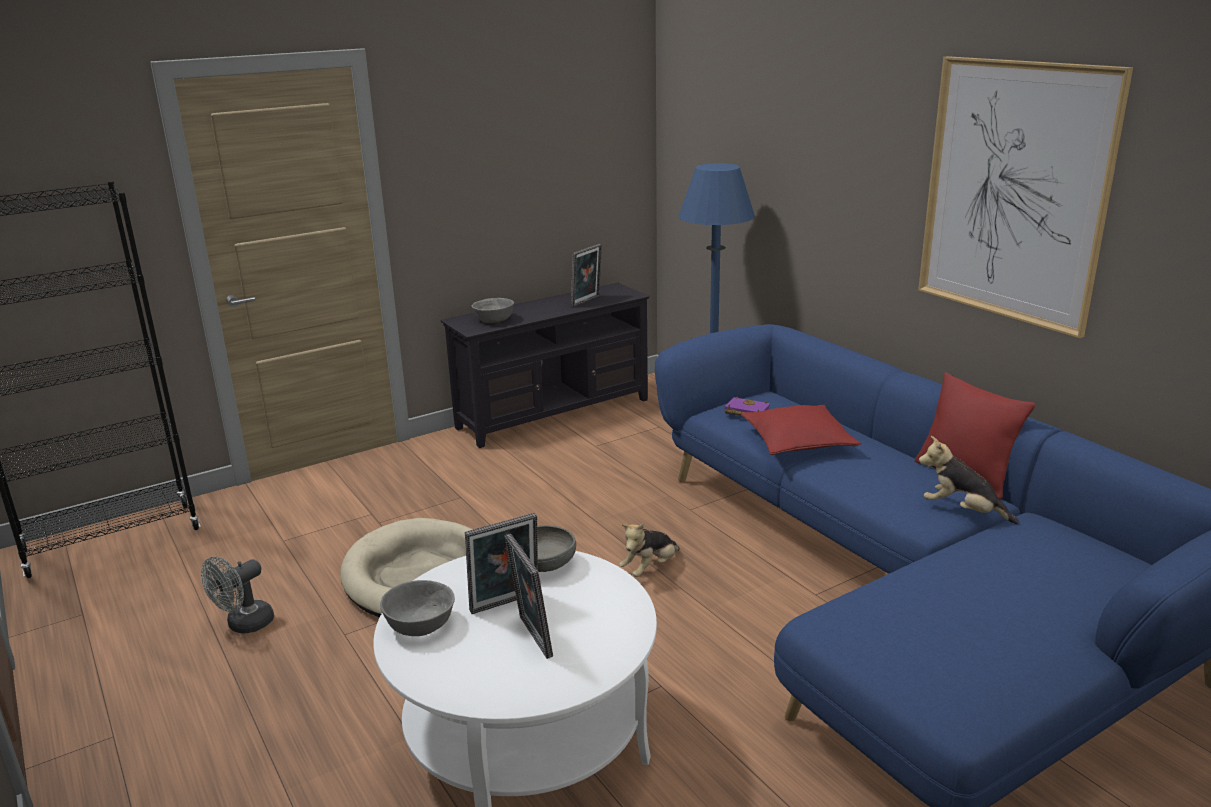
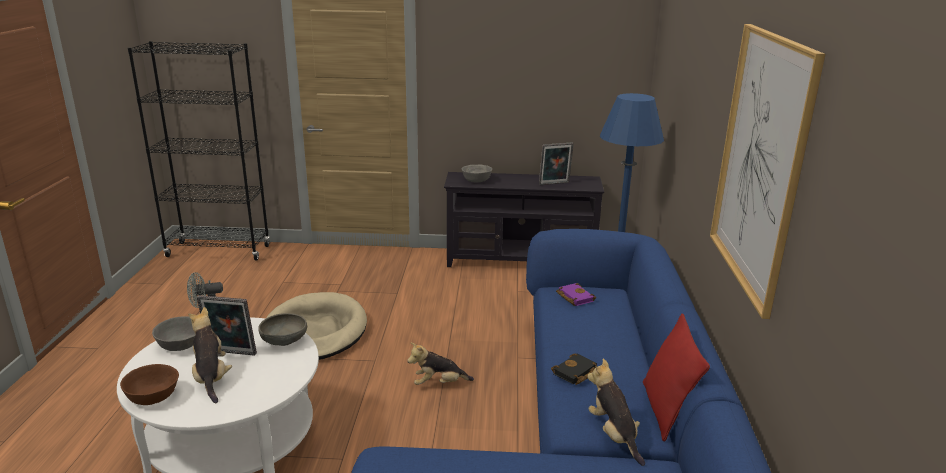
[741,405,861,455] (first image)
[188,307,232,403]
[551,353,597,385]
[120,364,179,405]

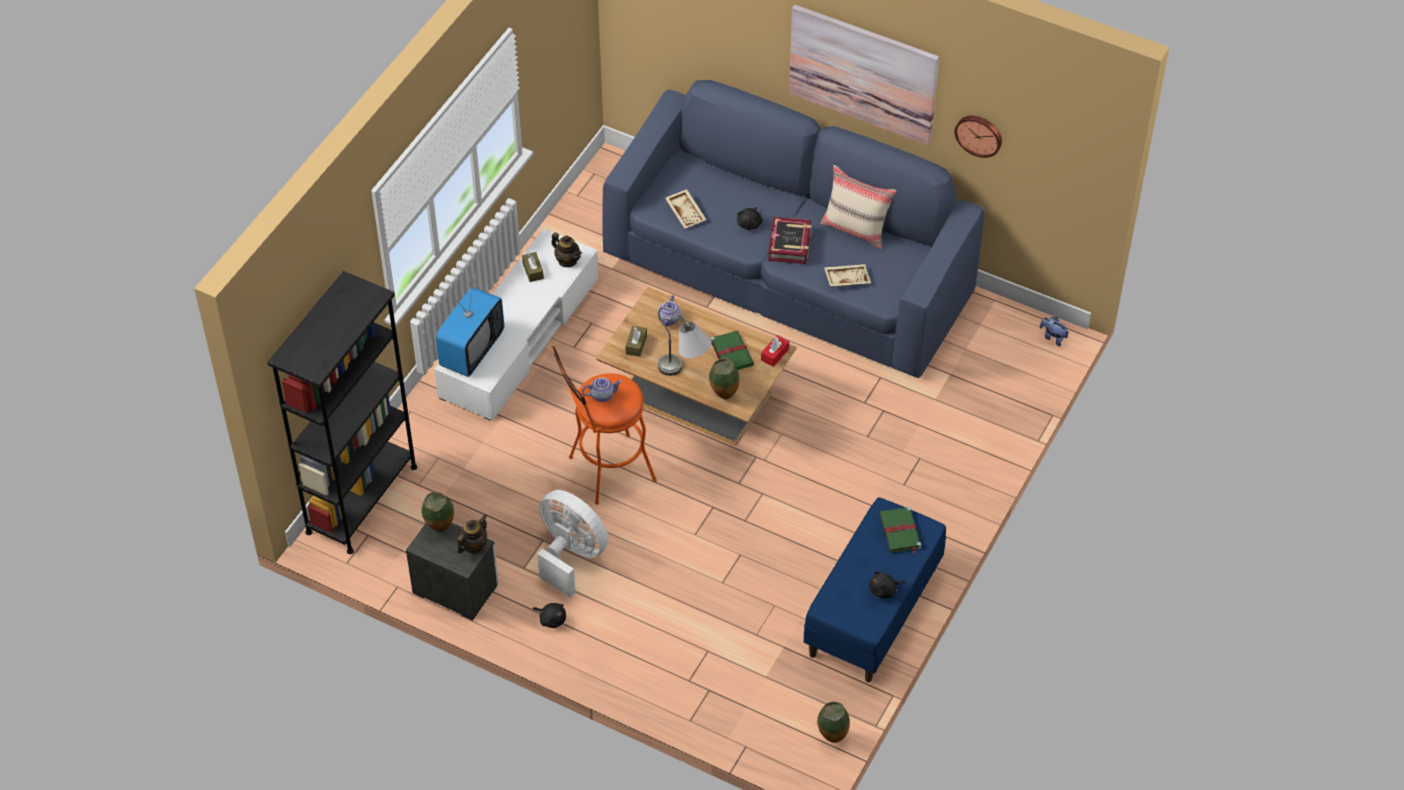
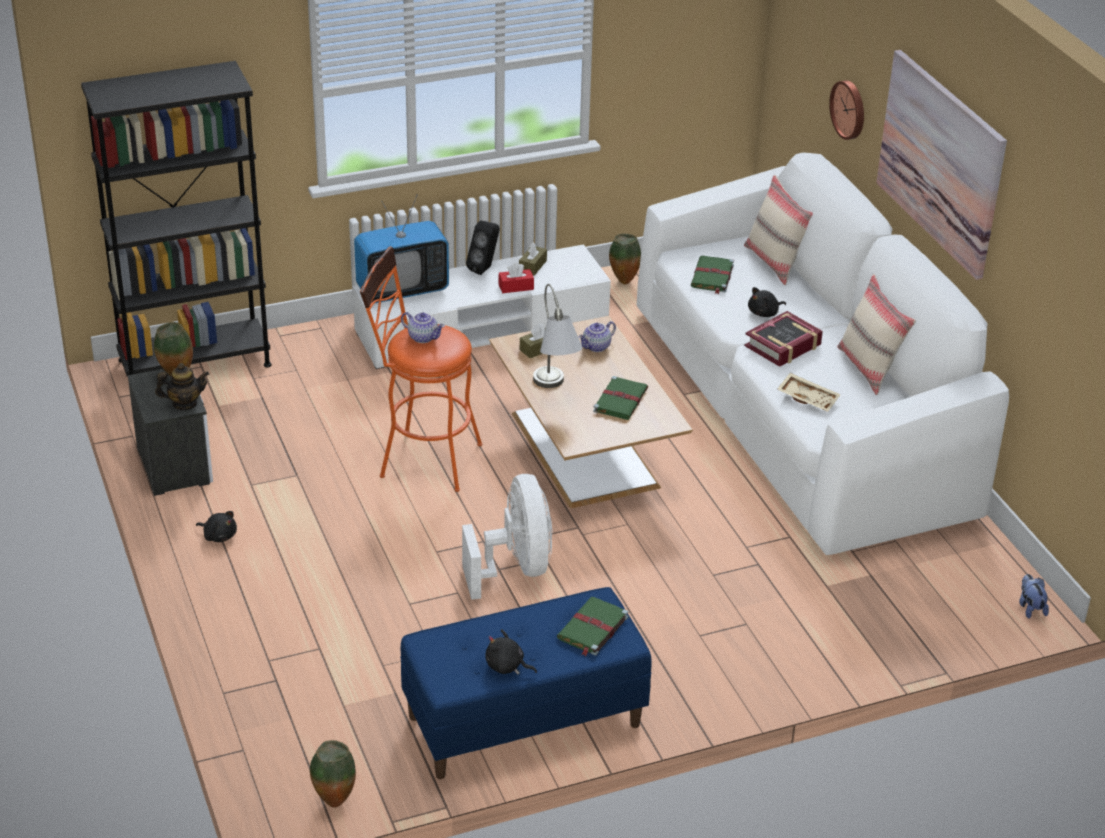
[636,153,1009,555]
[829,80,864,140]
[691,256,734,294]
[552,233,582,267] (first image)
[499,263,534,293]
[609,233,641,284]
[462,474,552,600]
[196,511,237,542]
[744,175,813,285]
[466,221,500,275]

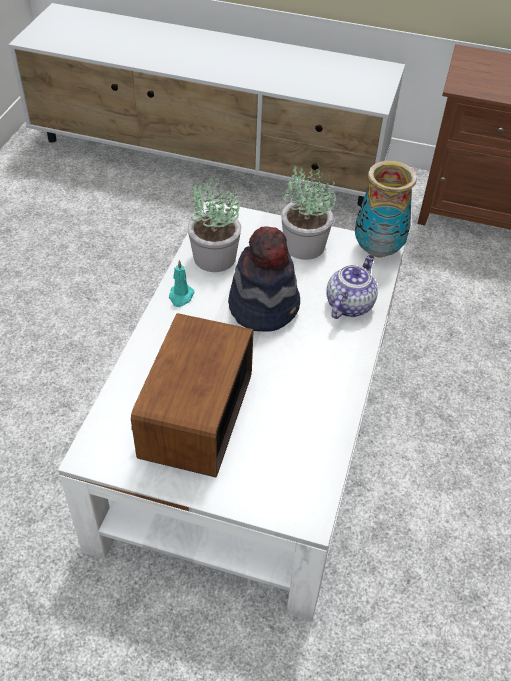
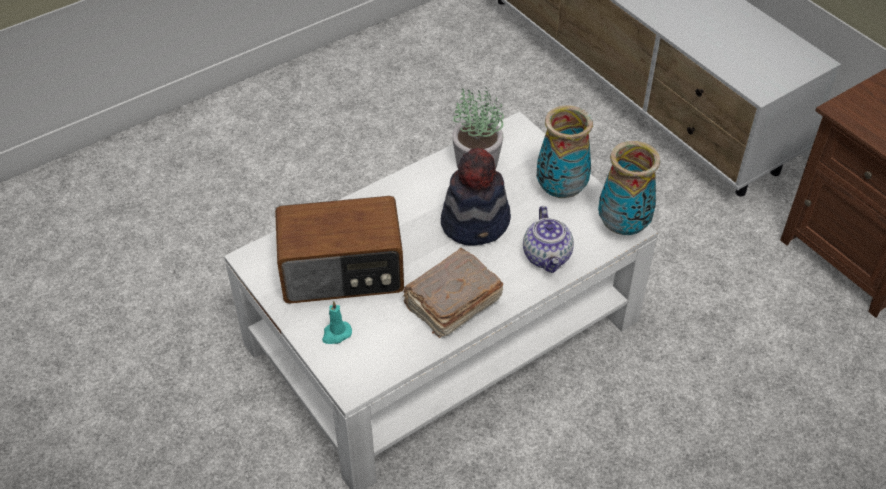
[537,105,593,198]
[523,206,574,273]
[322,301,352,344]
[275,196,404,303]
[403,248,503,338]

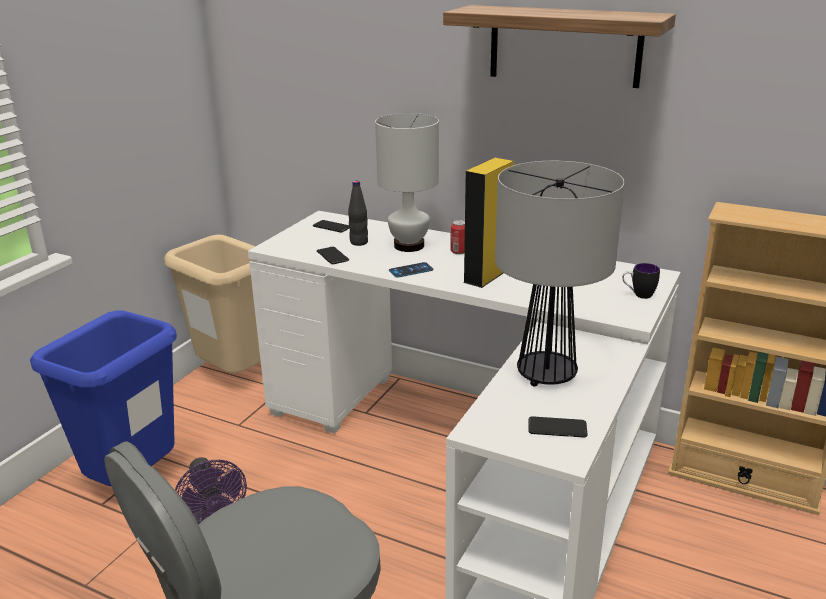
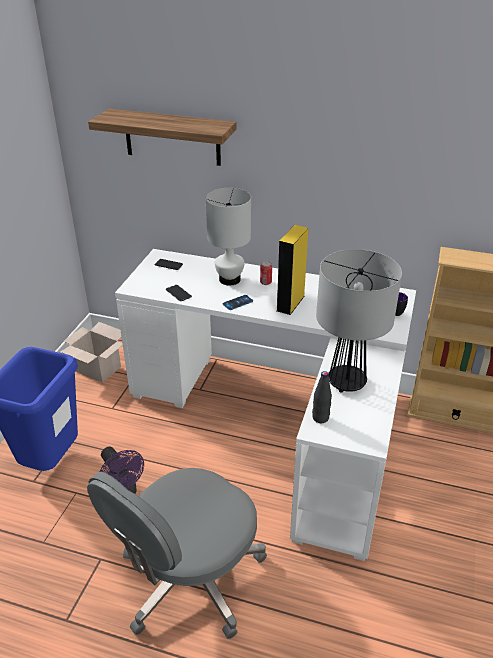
[88,109,237,166]
[312,371,332,423]
[61,322,123,383]
[528,416,588,438] (first image)

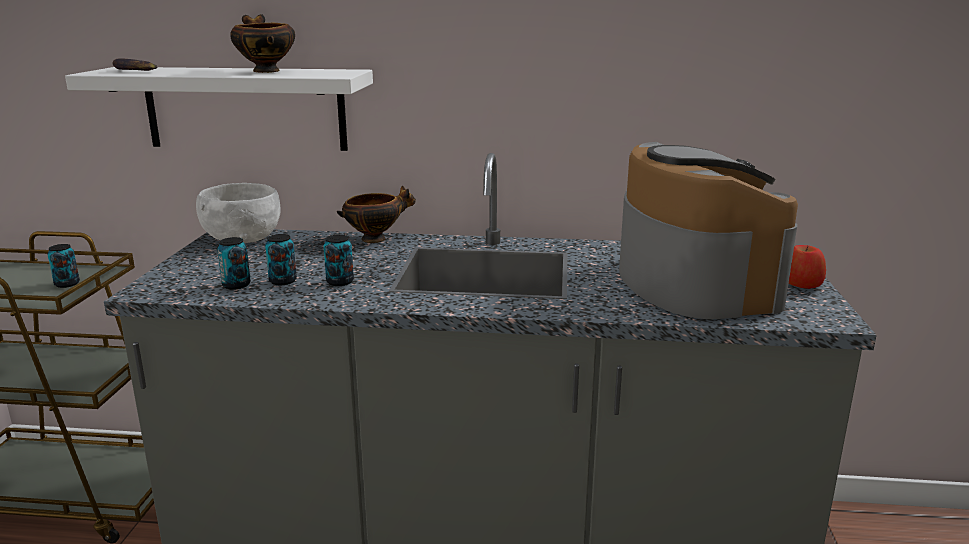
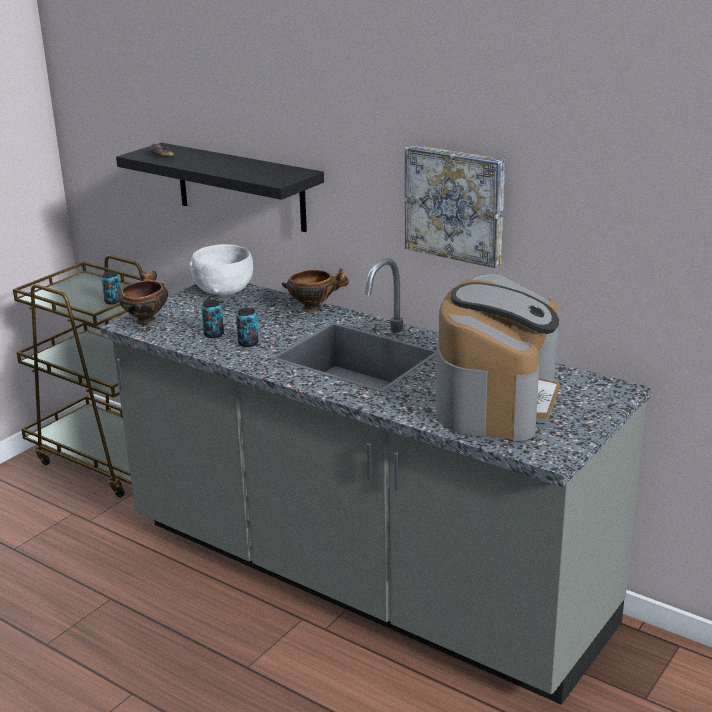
[118,271,168,325]
[116,143,324,232]
[217,237,251,290] (first image)
[789,245,826,289] (first image)
[405,145,505,268]

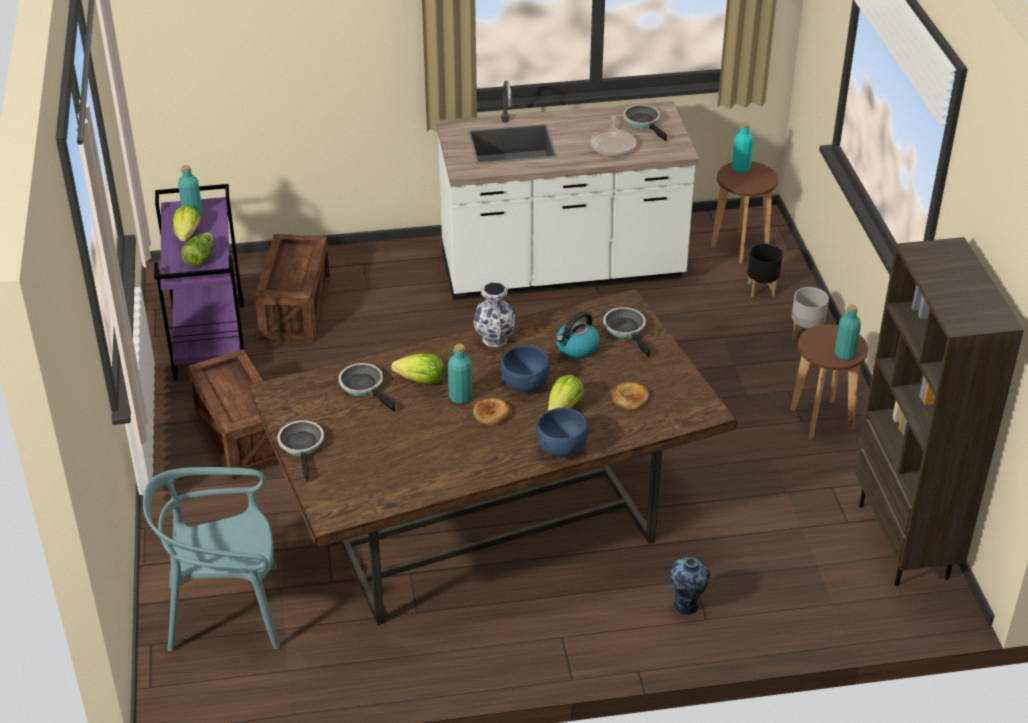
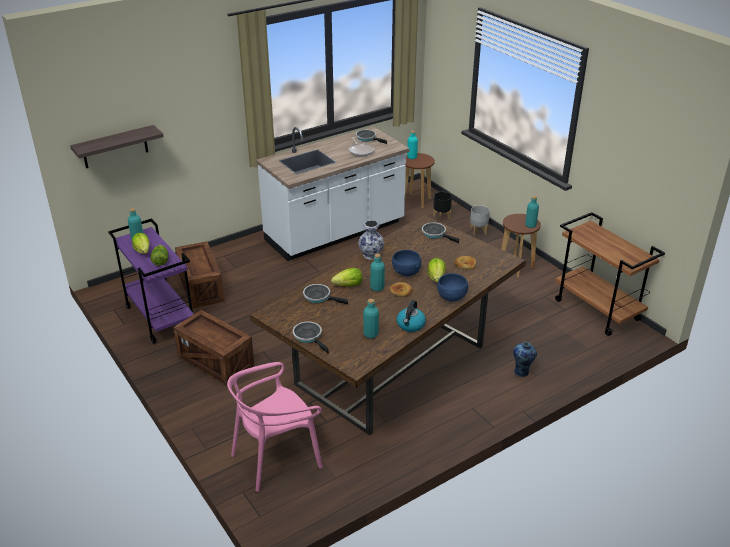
[555,212,665,336]
[397,300,426,332]
[227,362,323,492]
[70,125,164,168]
[363,299,379,339]

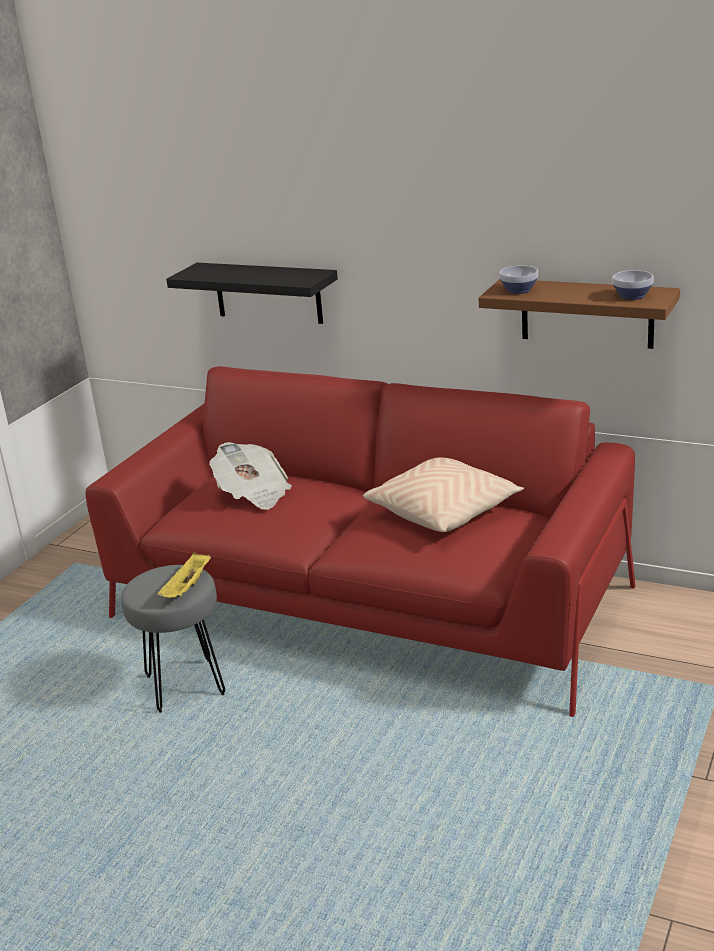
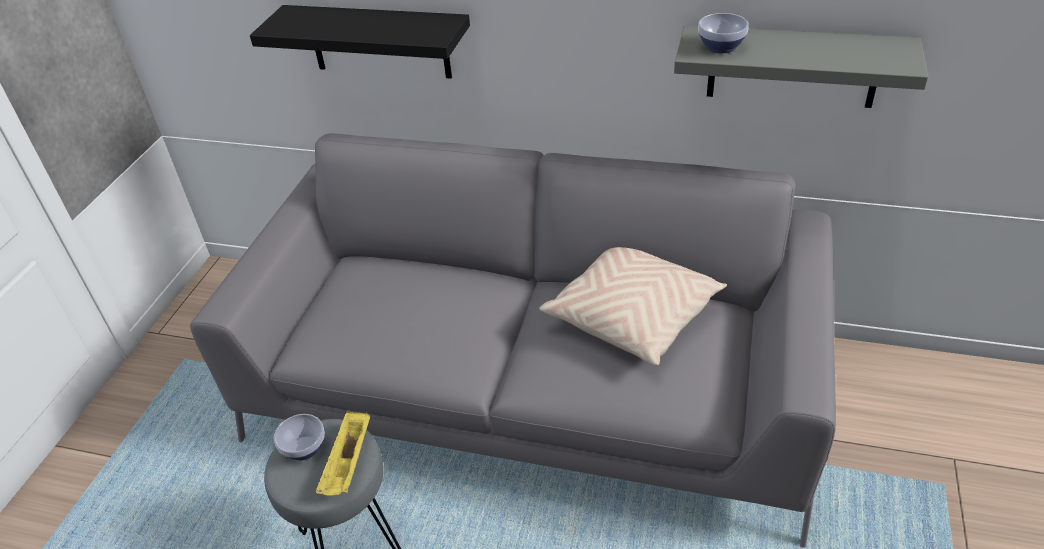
[274,414,325,460]
[674,26,928,108]
[190,133,836,548]
[209,442,292,510] (first image)

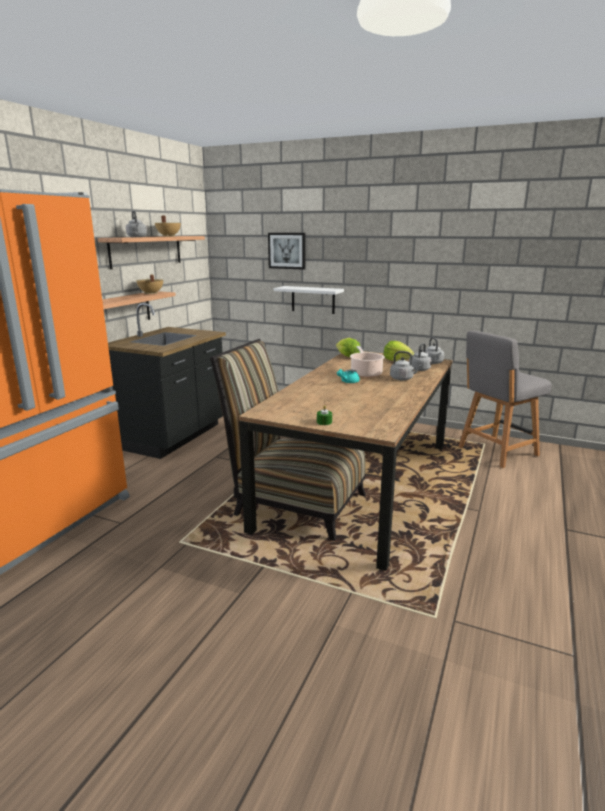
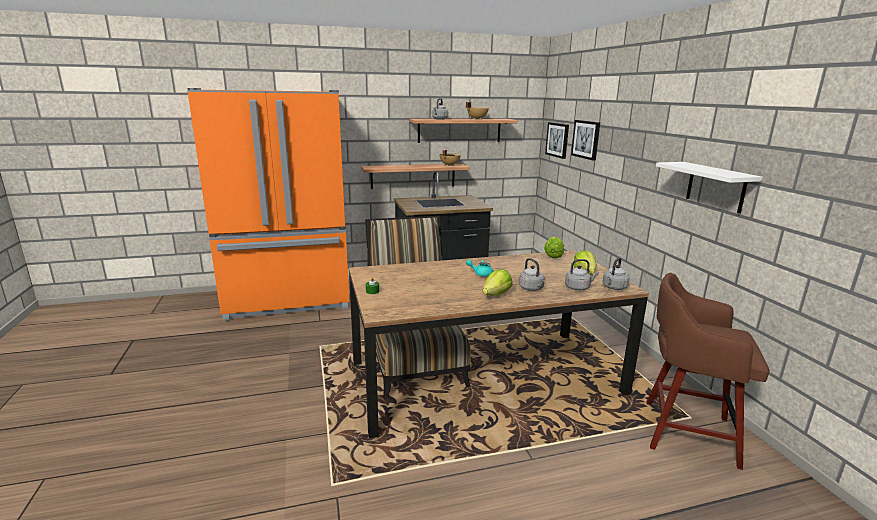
[656,162,763,214]
[646,273,770,470]
[350,346,385,377] (first image)
[545,122,569,159]
[483,269,512,296]

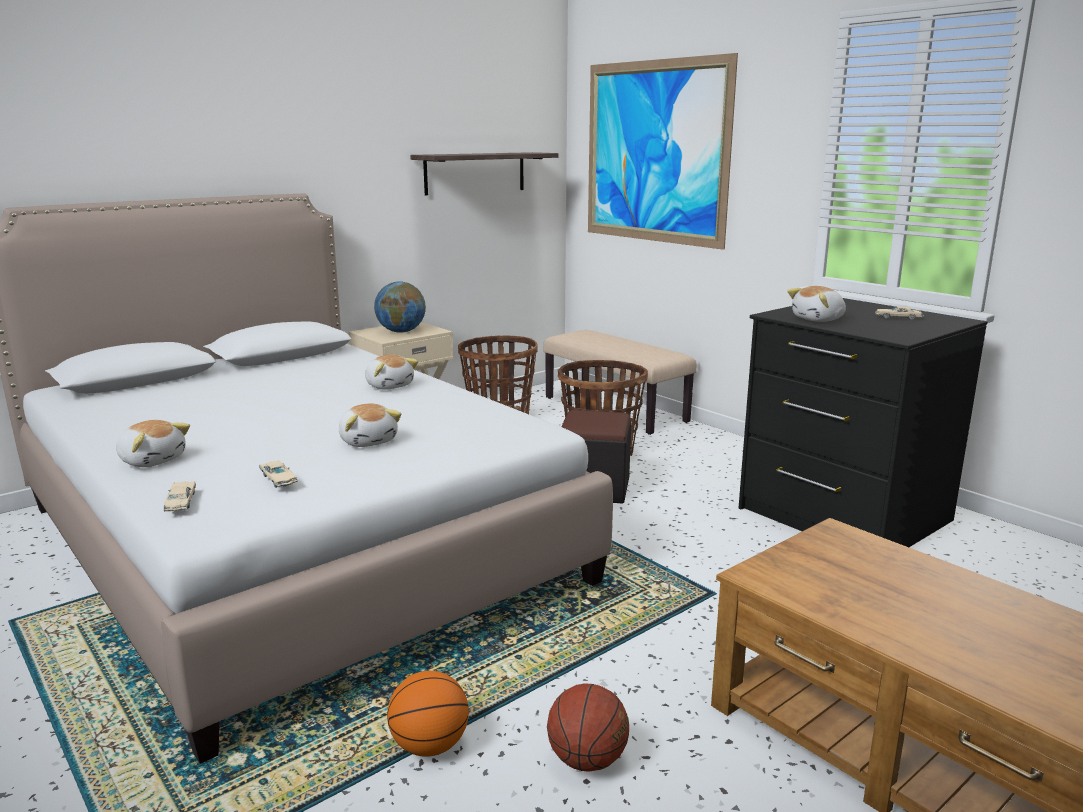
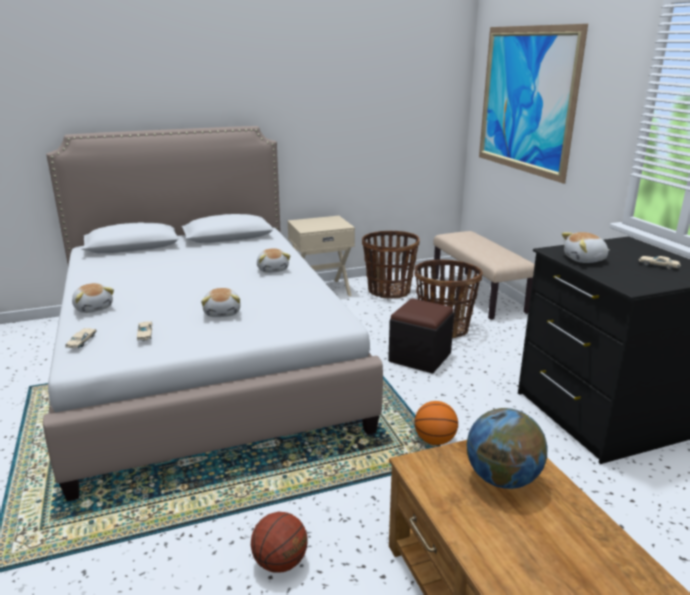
[410,152,559,195] (first image)
[467,408,547,489]
[414,401,458,445]

